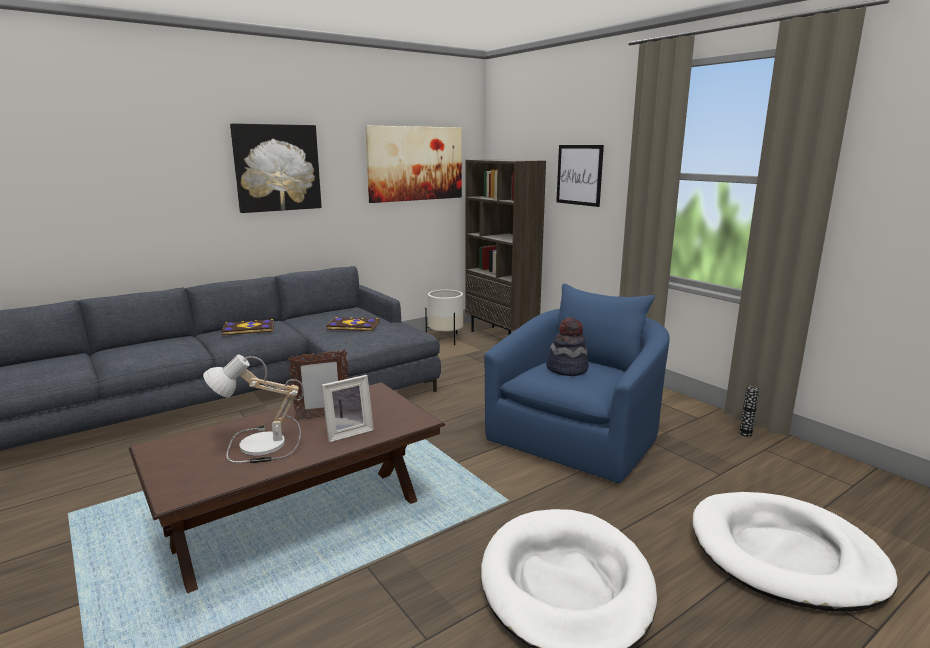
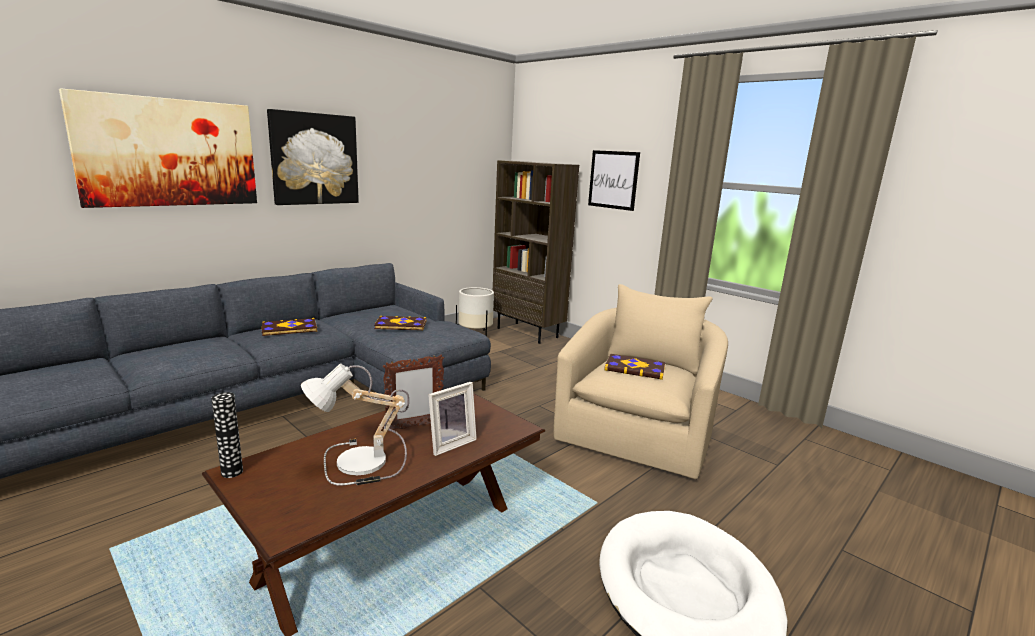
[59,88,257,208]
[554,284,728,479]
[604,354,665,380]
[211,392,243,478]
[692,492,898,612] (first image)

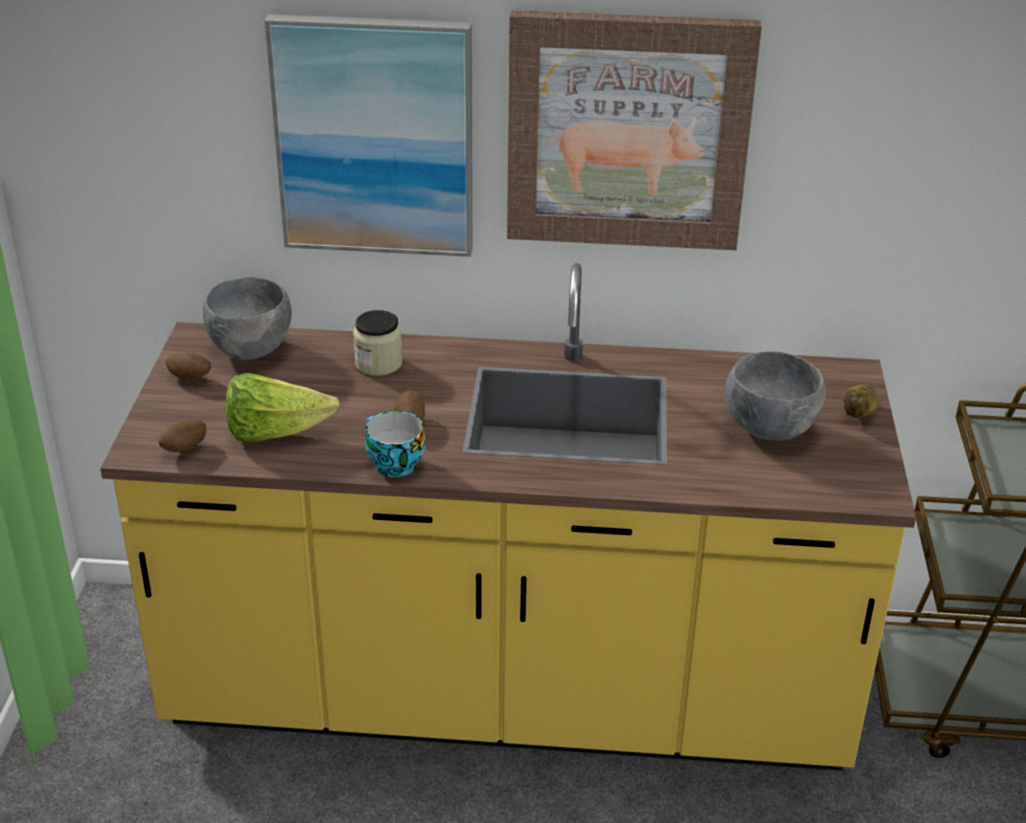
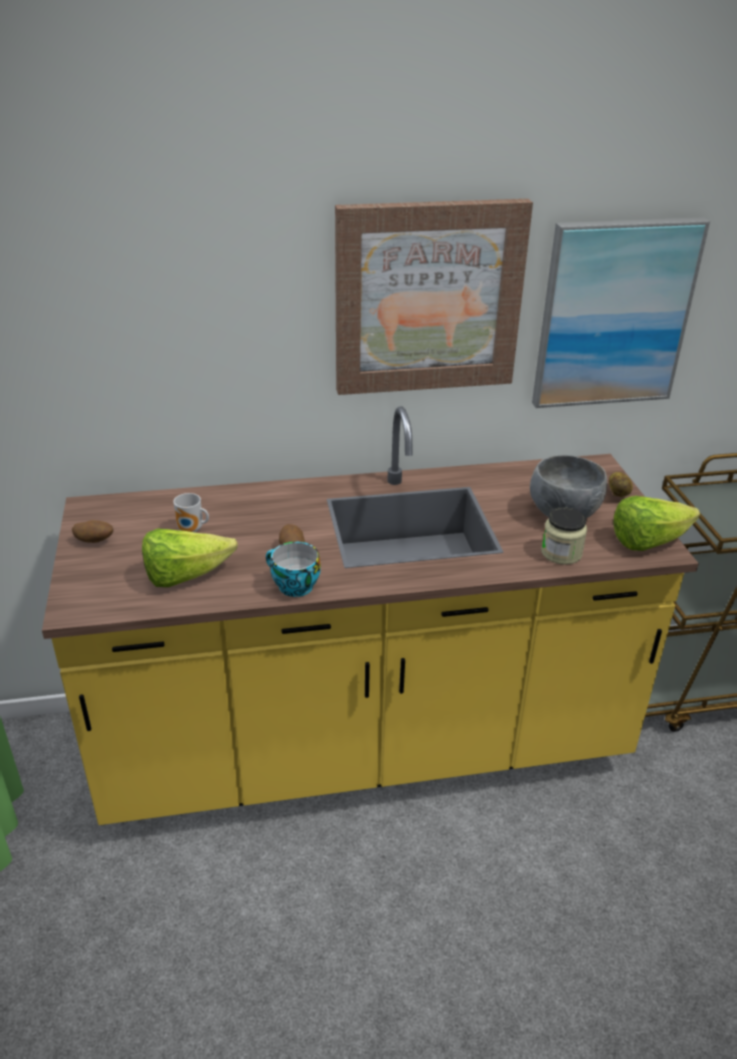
[532,217,710,408]
[203,277,292,360] (first image)
[541,507,587,565]
[158,420,206,452] (first image)
[173,493,209,532]
[613,496,700,551]

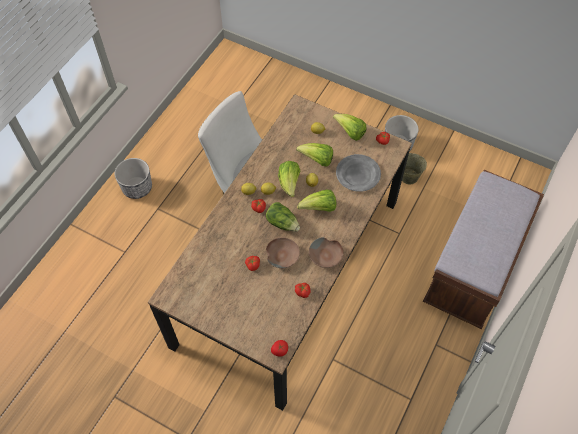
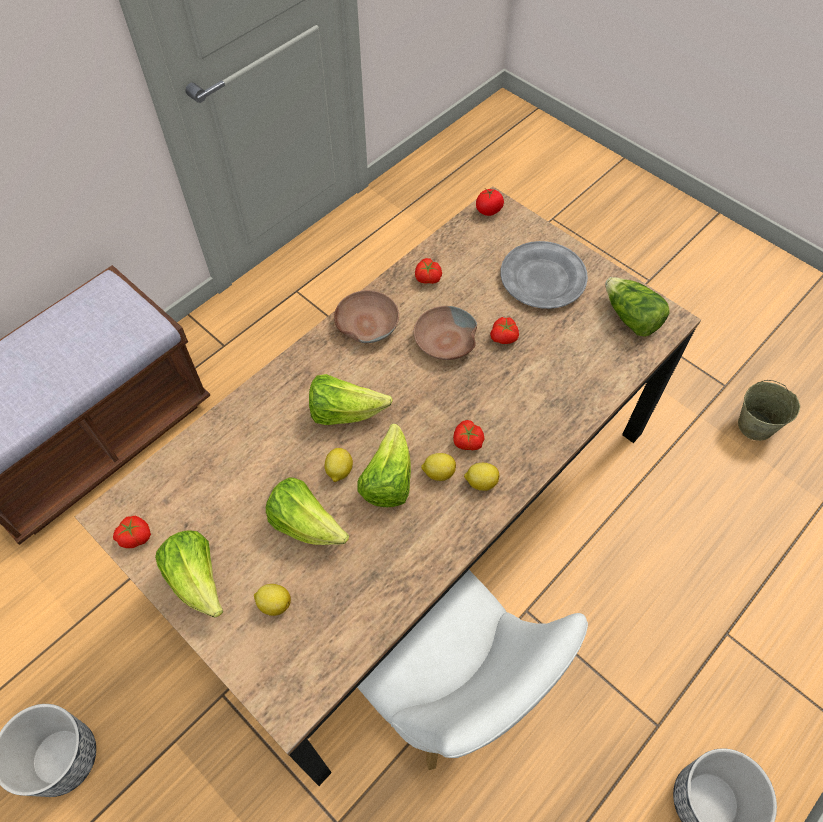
[738,380,800,441]
[500,241,588,309]
[605,277,670,337]

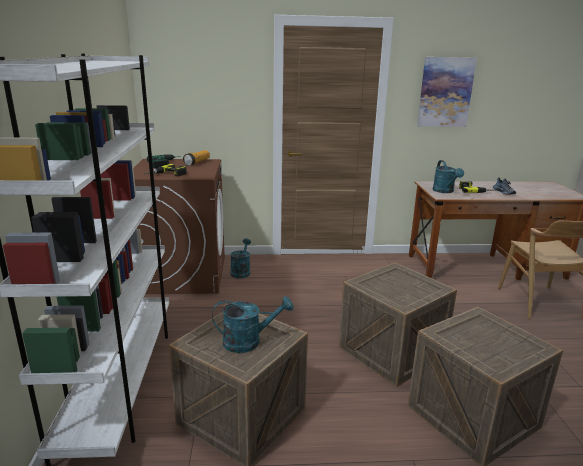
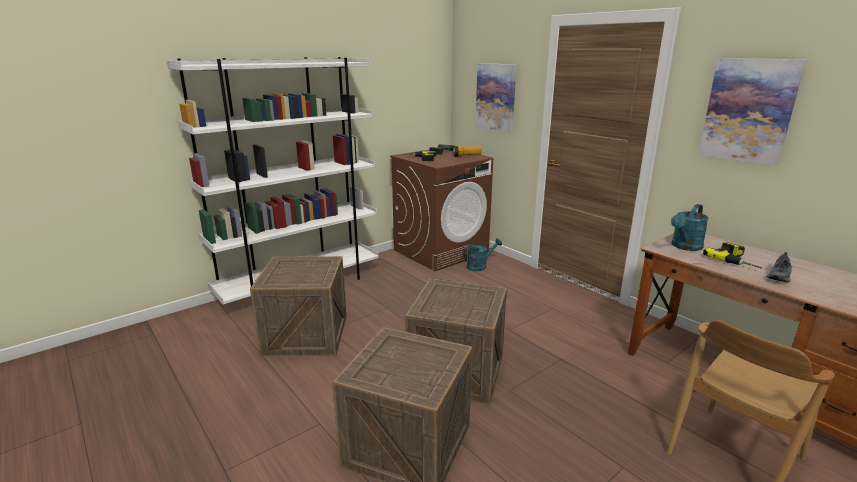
[212,296,294,353] (first image)
[475,63,517,134]

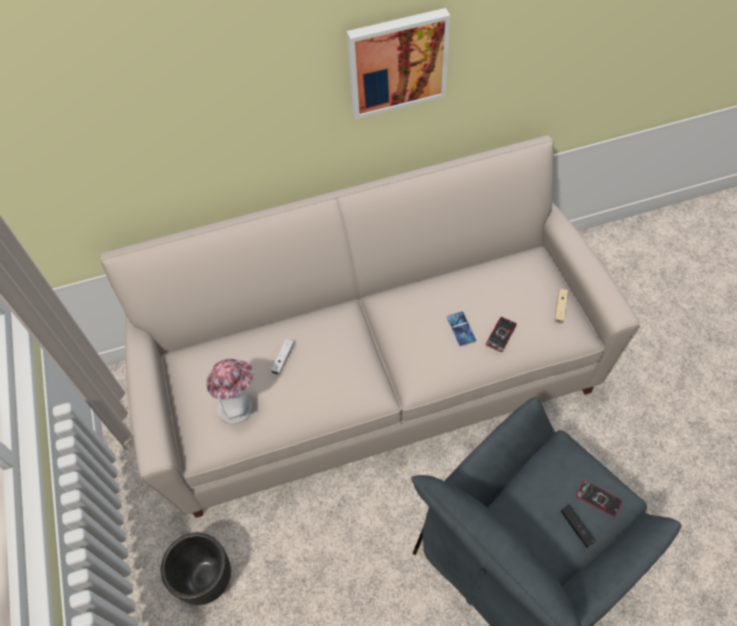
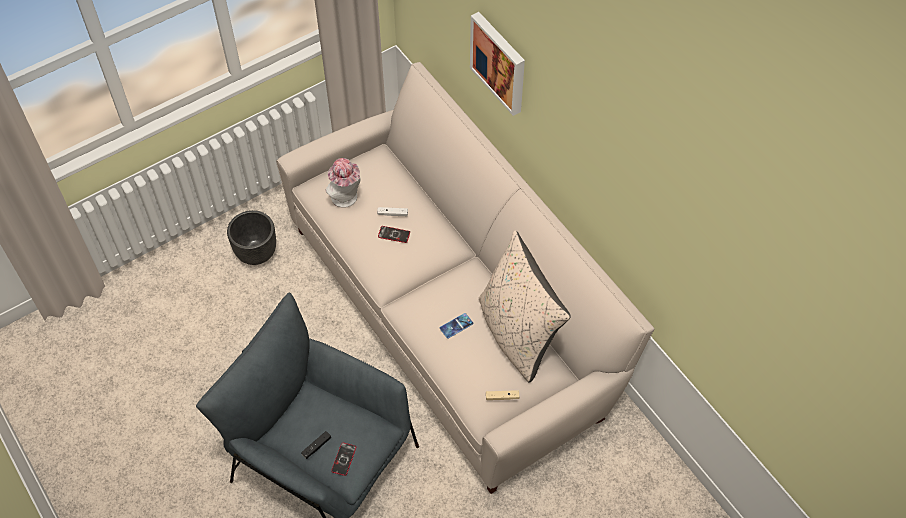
[470,12,525,116]
[378,226,410,243]
[479,230,571,383]

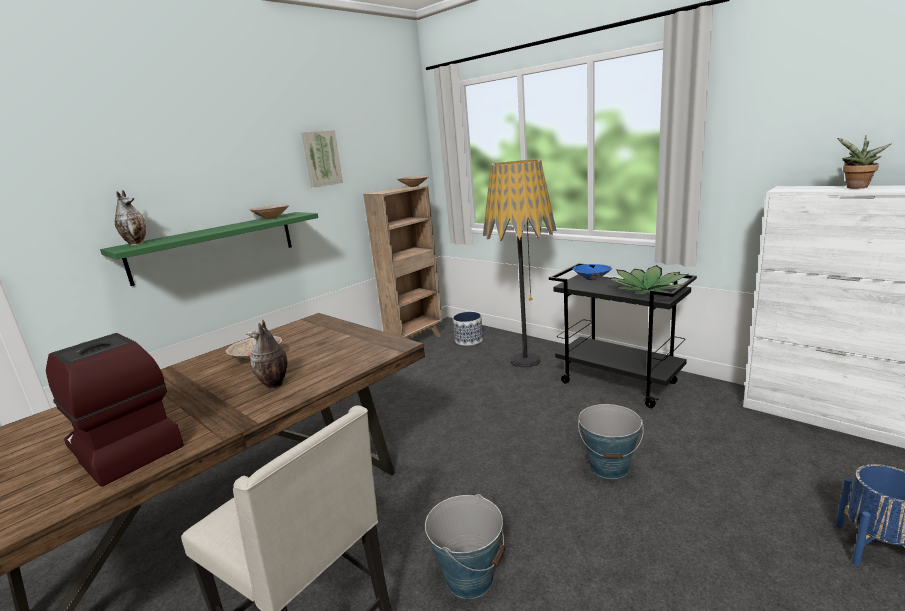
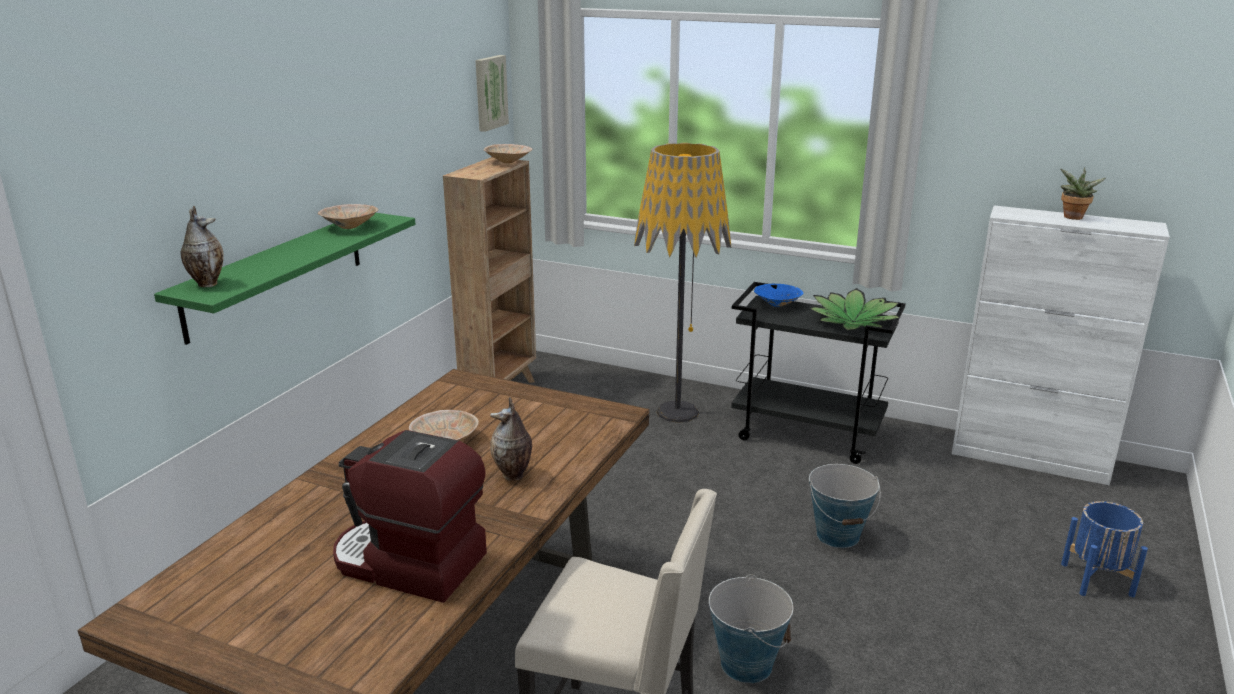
[475,55,509,132]
[453,312,483,346] (first image)

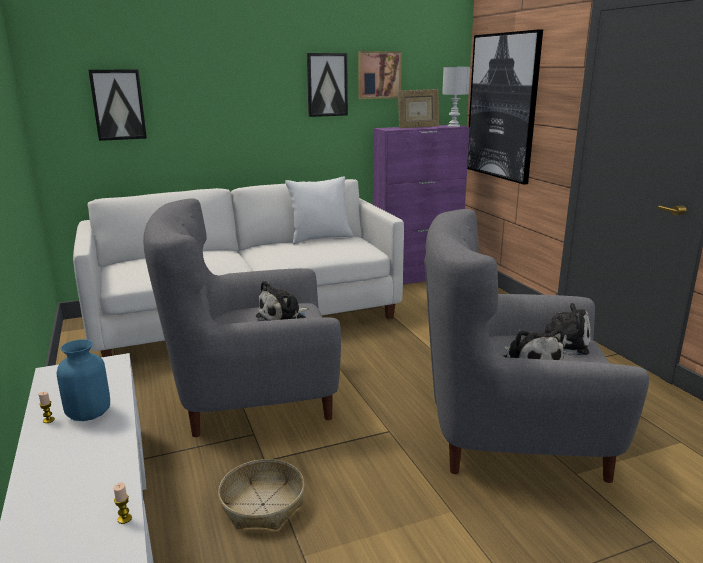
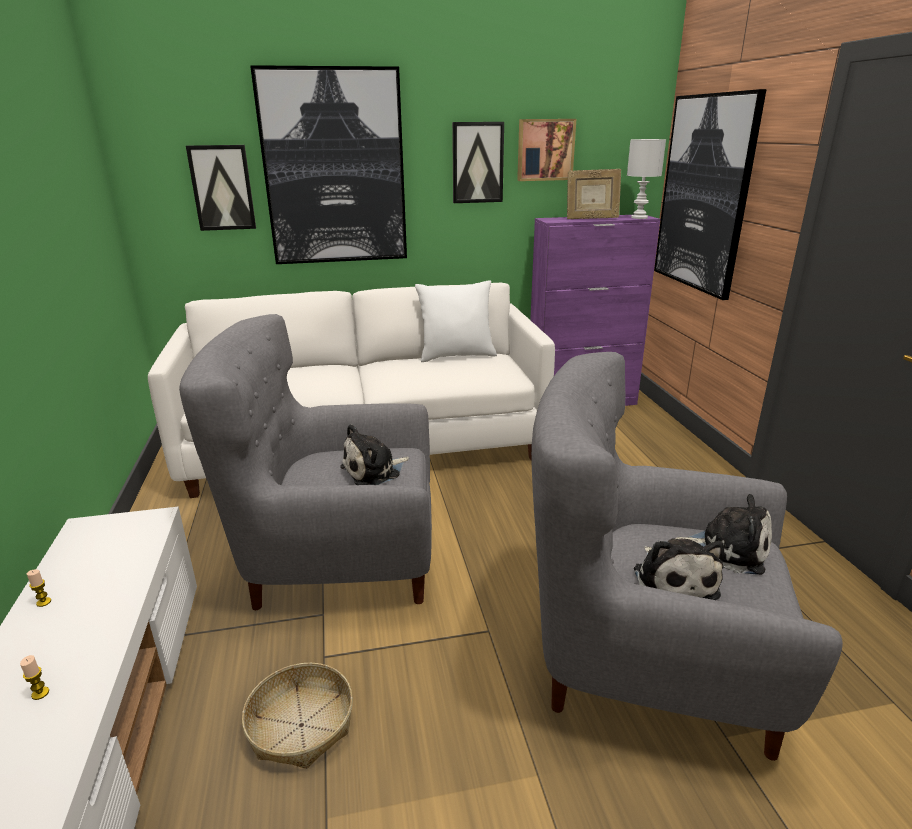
[57,339,110,421] (first image)
[20,655,49,700]
[250,65,407,264]

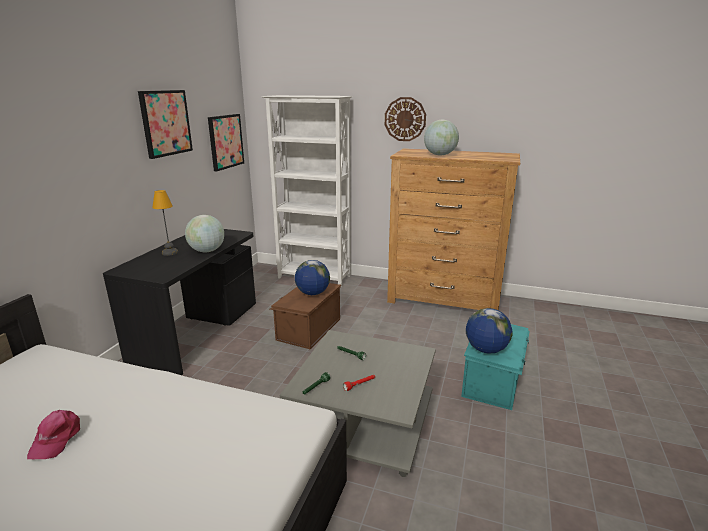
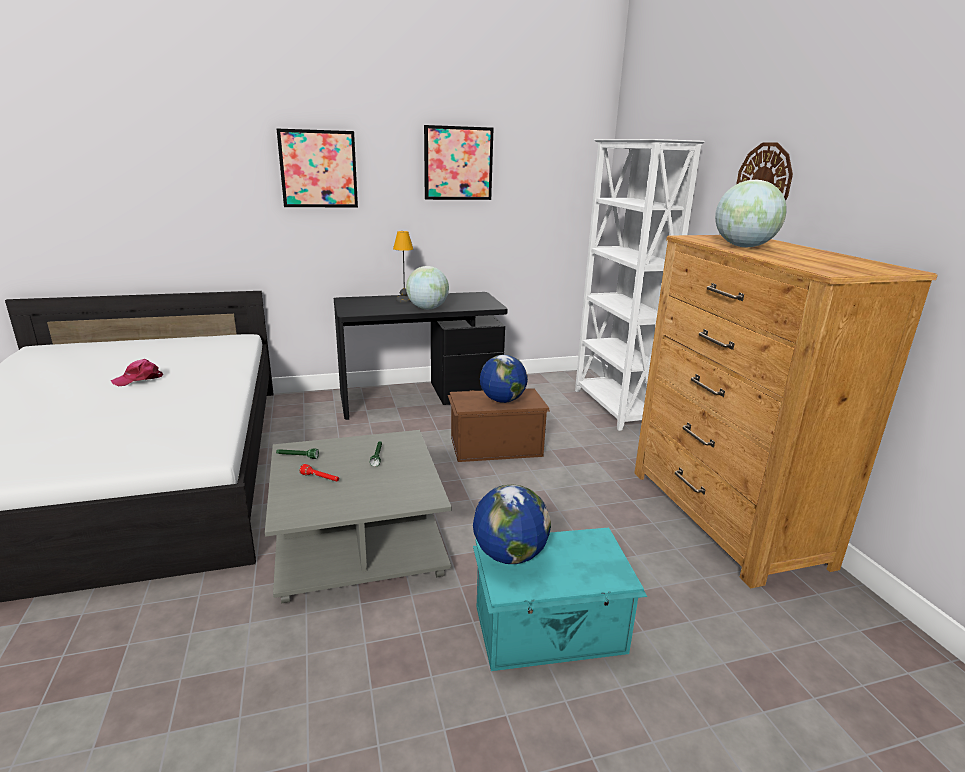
[277,129,358,207]

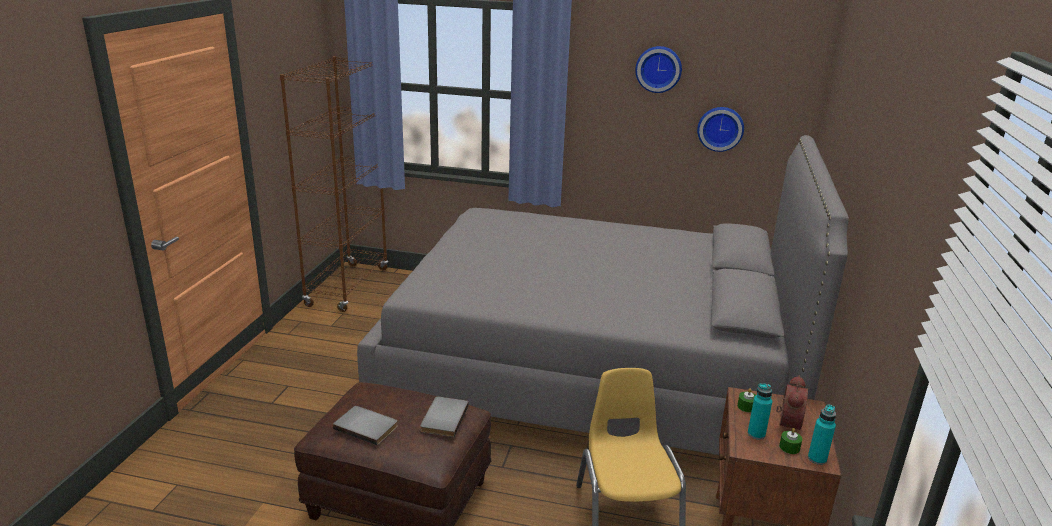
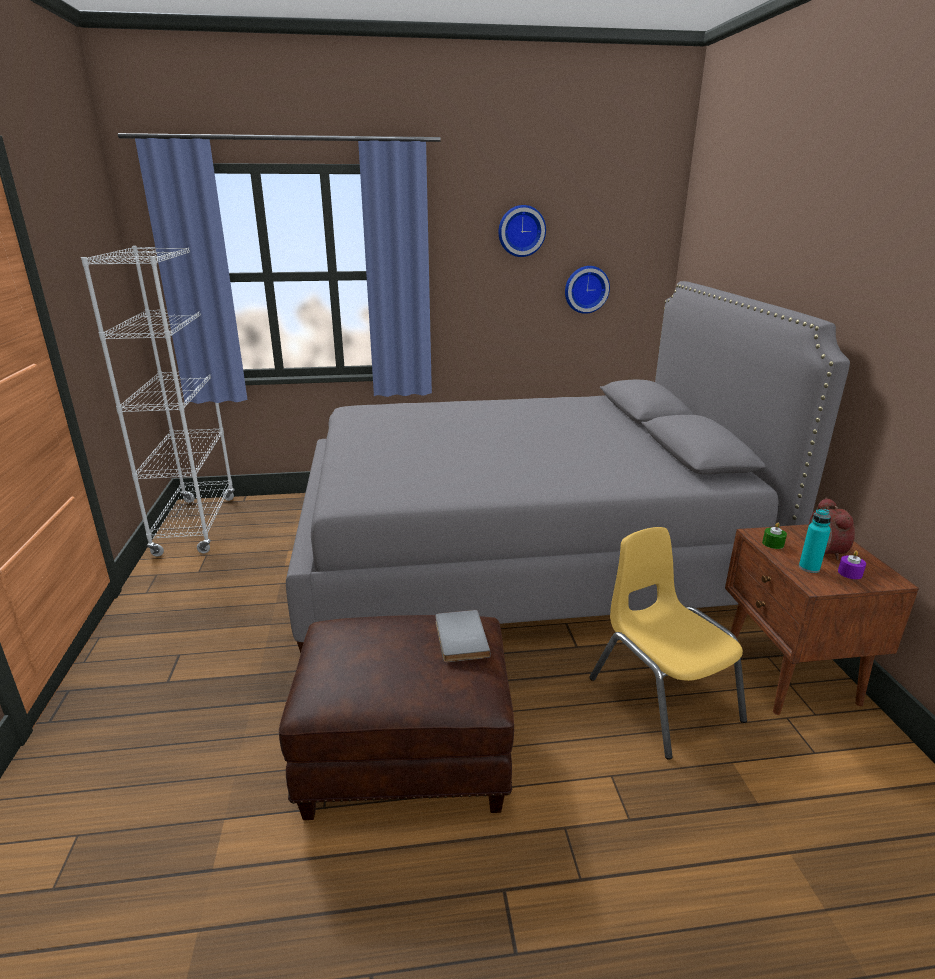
[81,246,235,556]
[808,405,836,465] (first image)
[333,406,398,445] (first image)
[838,551,866,579]

